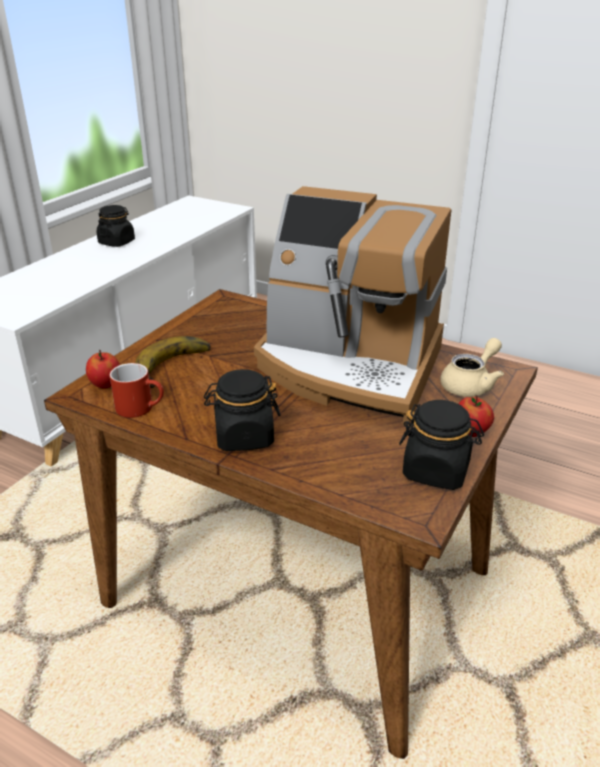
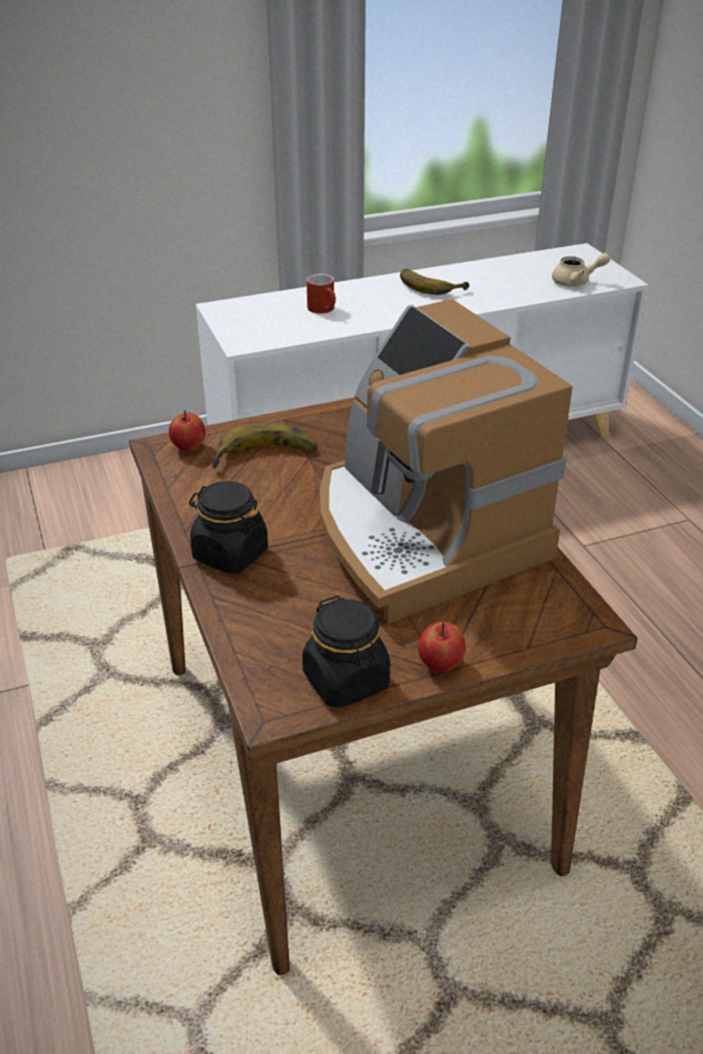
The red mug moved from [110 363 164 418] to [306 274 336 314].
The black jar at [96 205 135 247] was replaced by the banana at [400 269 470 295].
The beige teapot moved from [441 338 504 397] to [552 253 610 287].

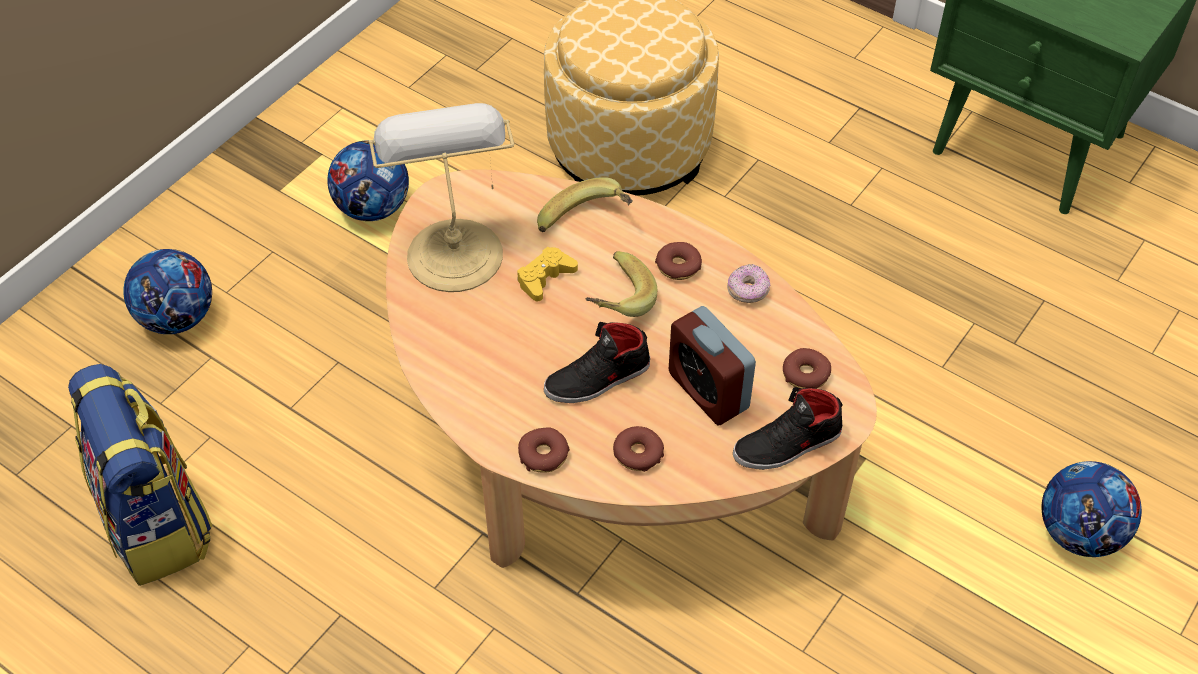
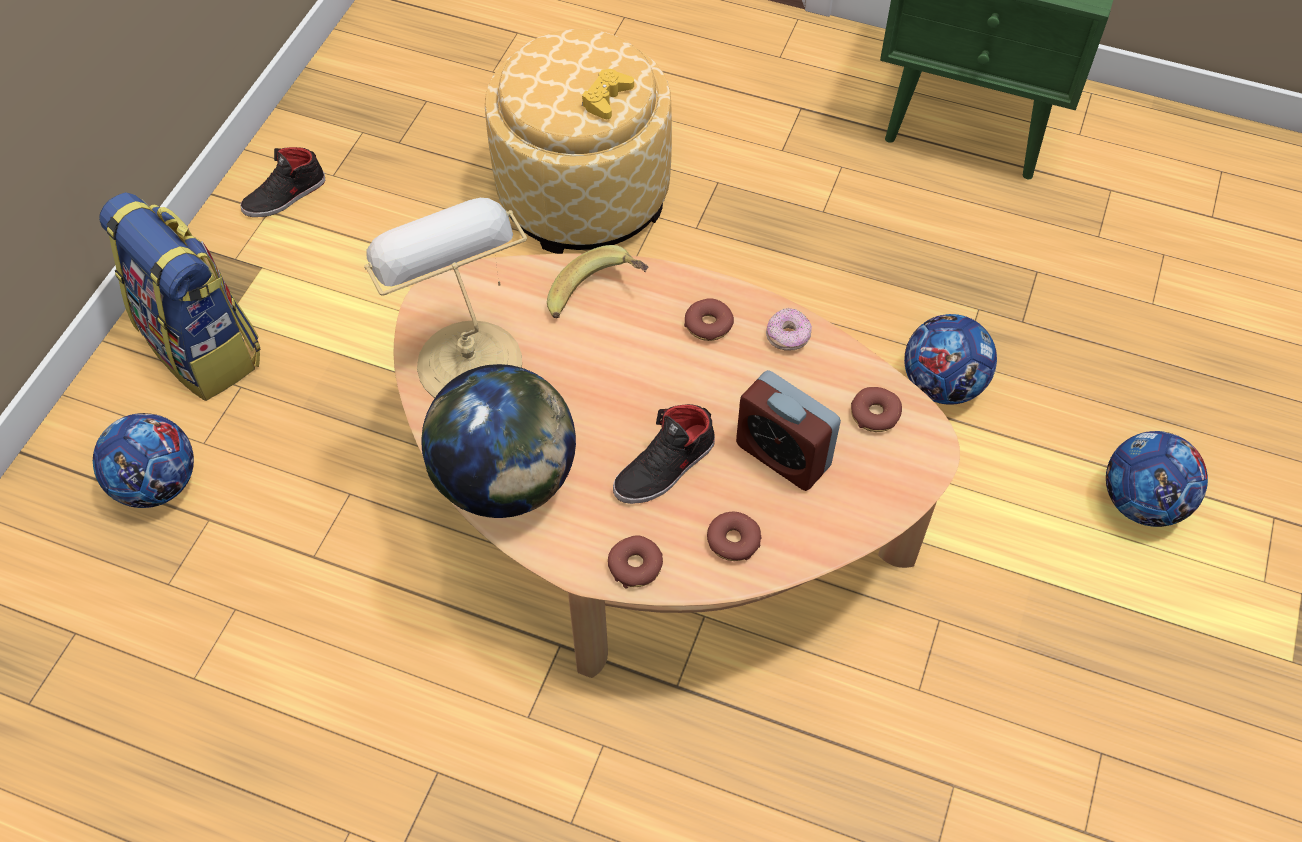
The backpack moved from [68 364 212 586] to [99 192 261 401].
The black shoe moved from [733 387 843 470] to [240 147 325 217].
The globe at [422 364 576 518] appeared.
The yellow game controller moved from [517 247 578 301] to [582 69 634 119].
The football moved from [327 141 409 221] to [904 314 997 405].
The banana at [585 251 657 317] disappeared.

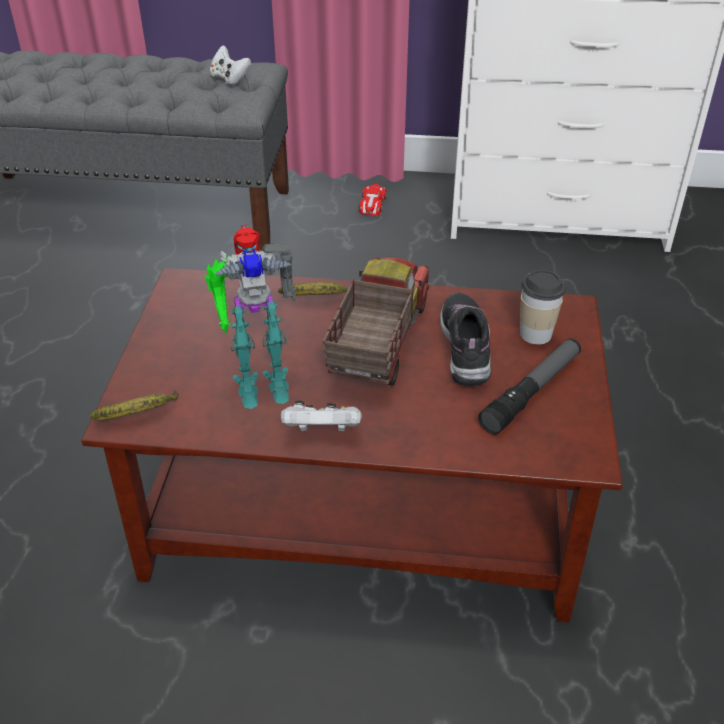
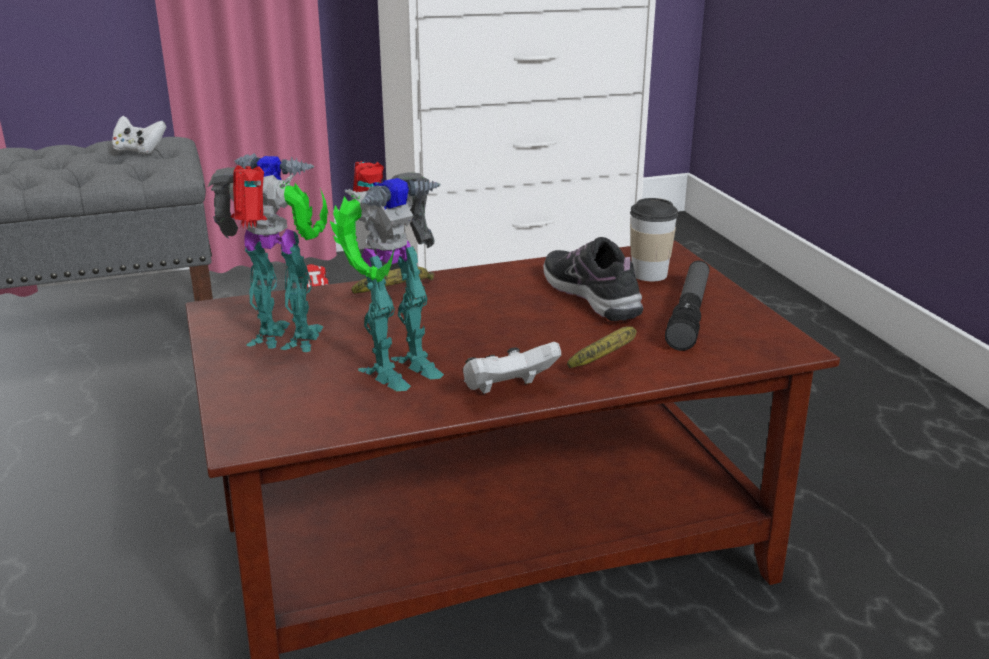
The toy robot at [208 153 329 352] appeared.
The banana moved from [91 390 179 420] to [567 326 637 368].
The toy truck at [323 258 429 386] disappeared.

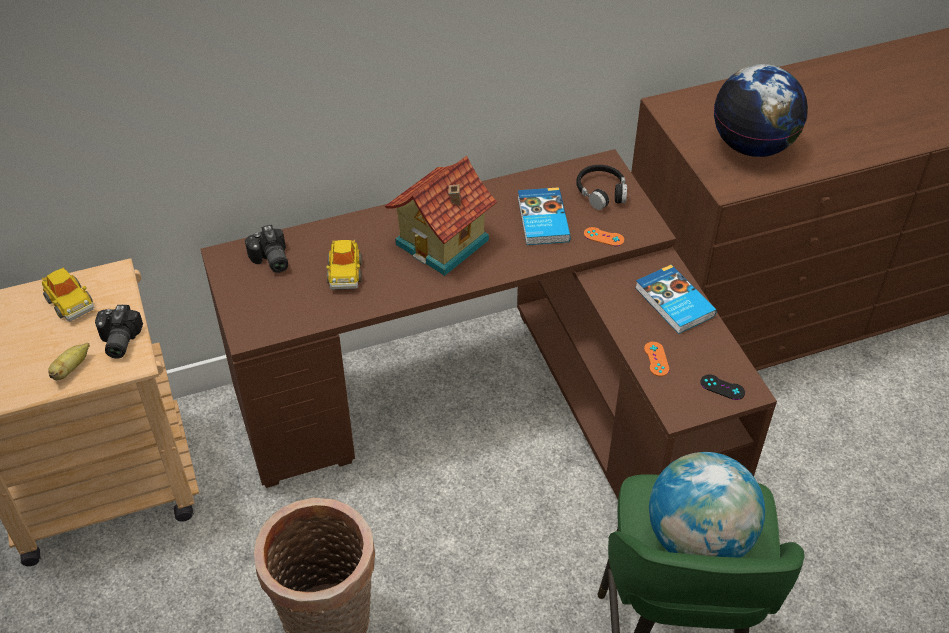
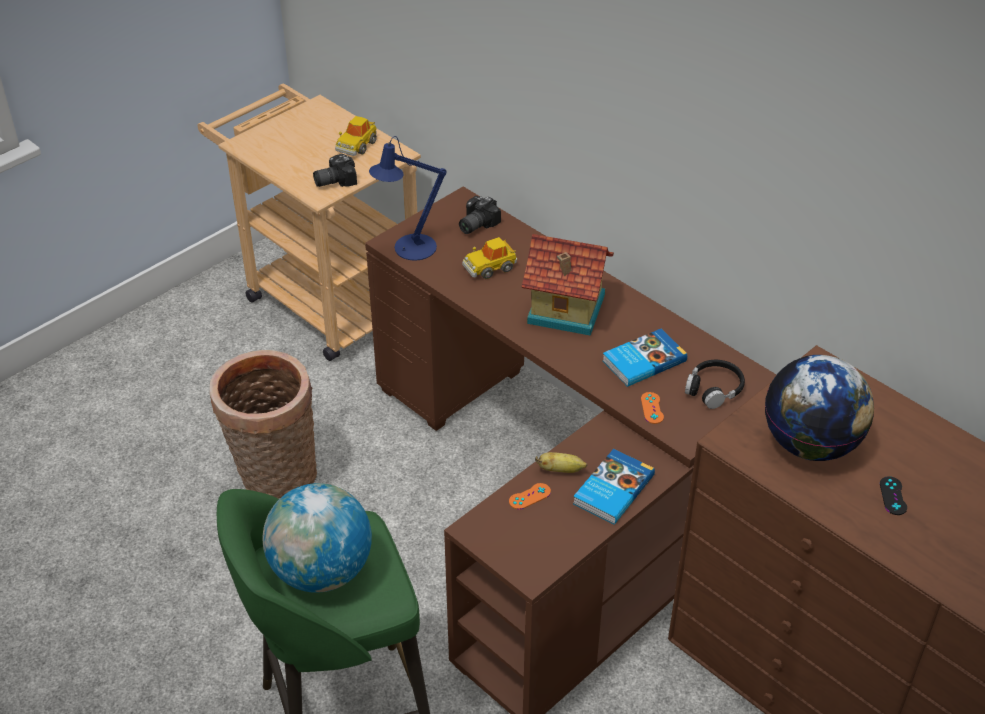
The blue table lamp at [369 136 447 261] appeared.
The banana moved from [48 343 90 380] to [535 452 587 473].
The black game controller moved from [700 374 745 400] to [880 476 907 515].

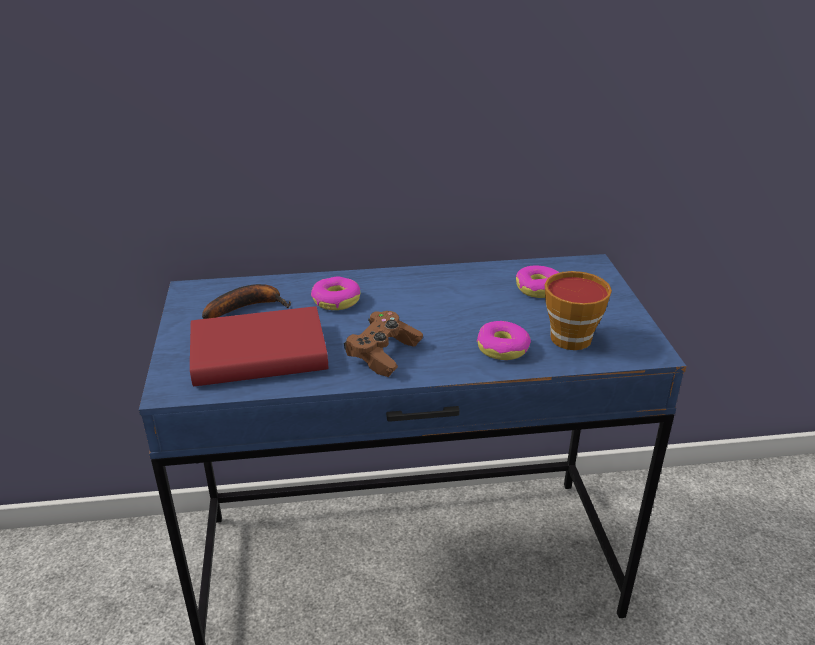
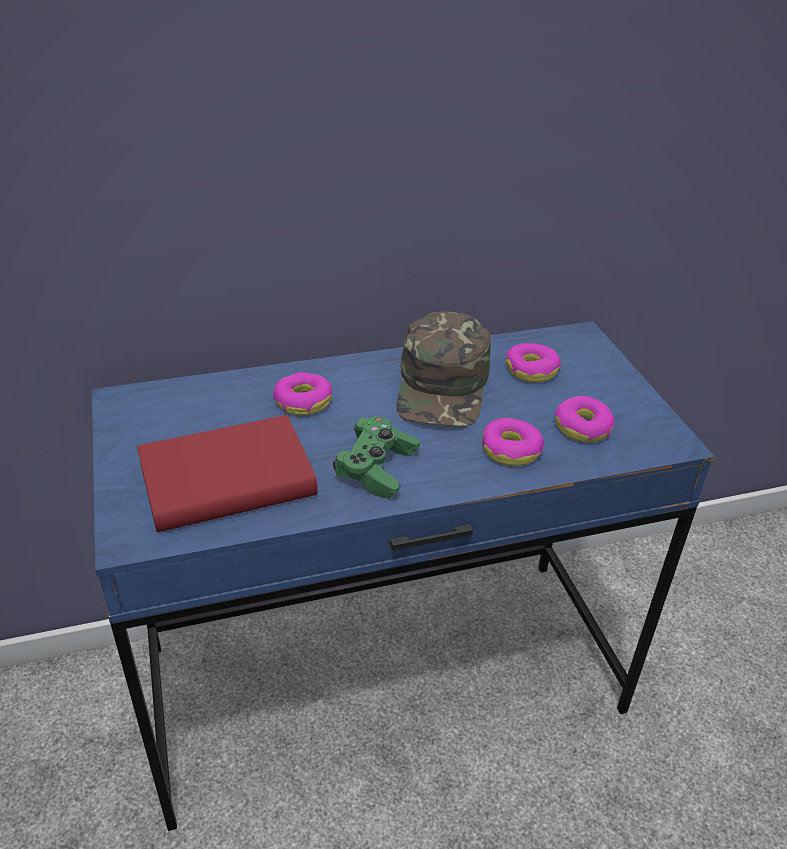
The brown game controller at [344 311 423 377] became the green game controller at [333 416 420 499].
The green cap at [396 311 491 427] appeared.
The cup at [545 271 612 350] was replaced by the donut at [555 396 615 442].
The banana at [202 284 291 319] disappeared.

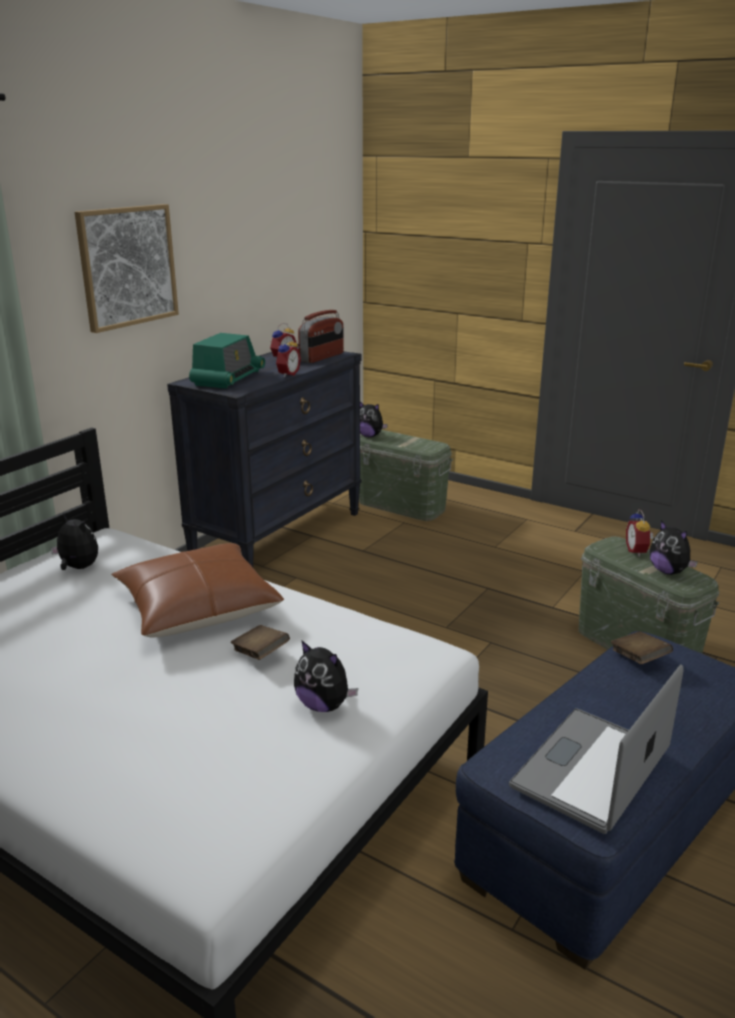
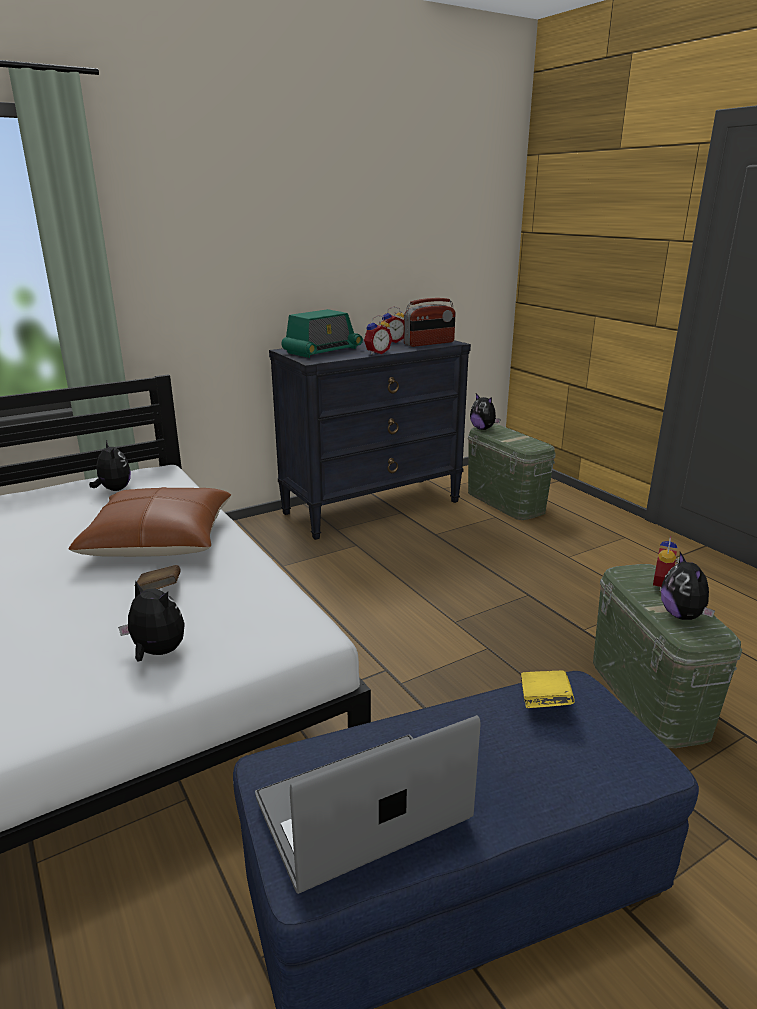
The plush toy at [294 640 358 712] turned 150 degrees clockwise.
The brown book at [611 631 673 664] became the yellow book at [521 670 575 708].
The picture at [75 204 179 333] disappeared.

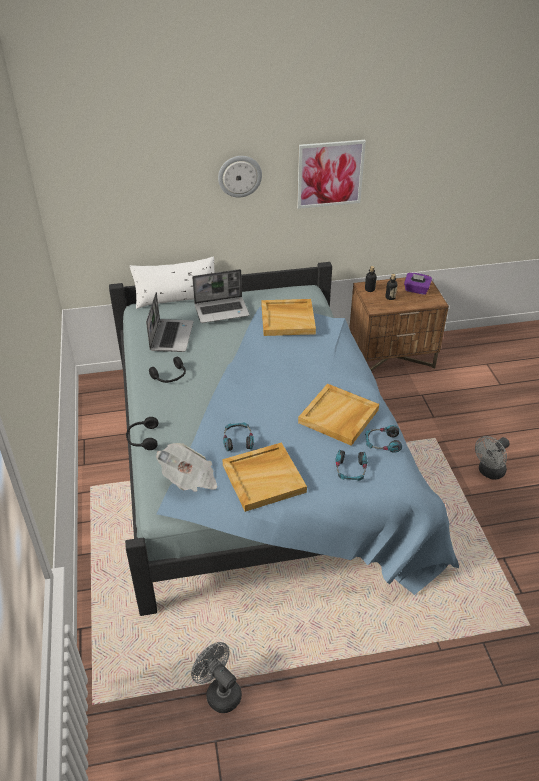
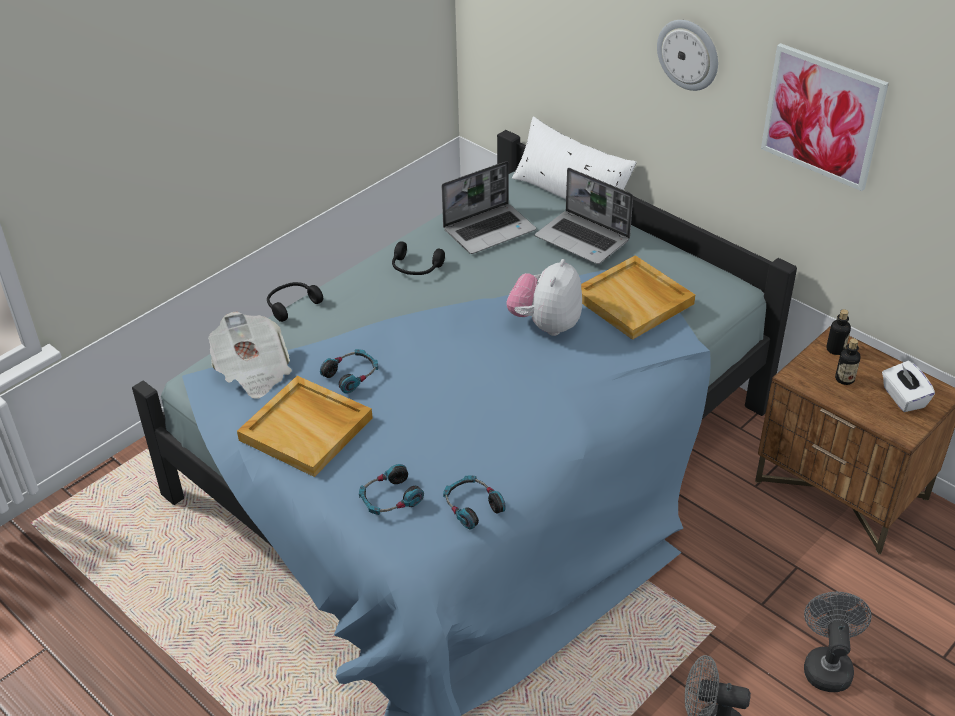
The plush toy at [506 259 582 336] appeared.
The grey fan moved from [191 642 242 713] to [804 592 872 692].
The purple tissue box at [404 273 432 295] became the white tissue box at [882 361 935 412].
The beige tray at [298 384 379 446] disappeared.

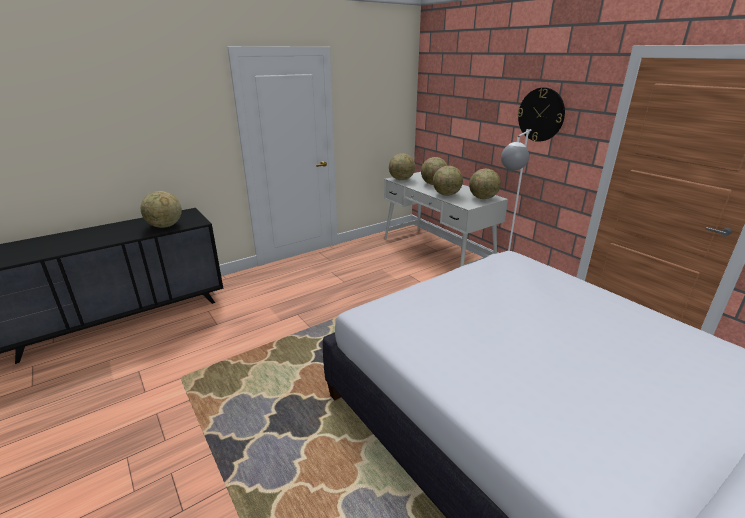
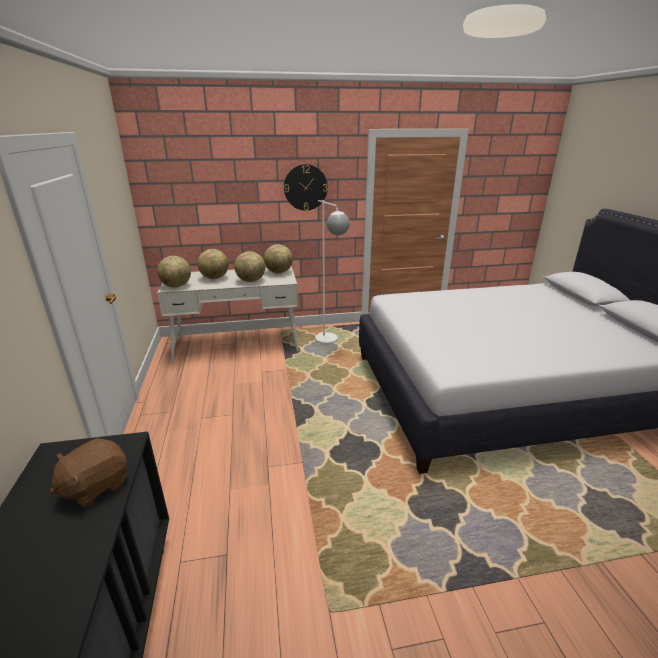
The globe at [141 191 182 228] was replaced by the brown plush toy at [50 438 128 507].

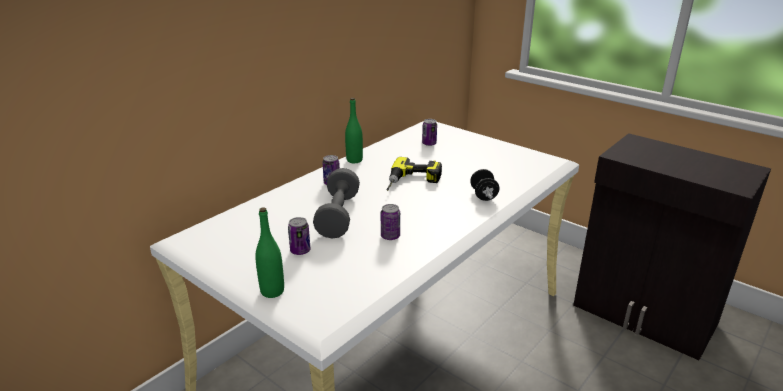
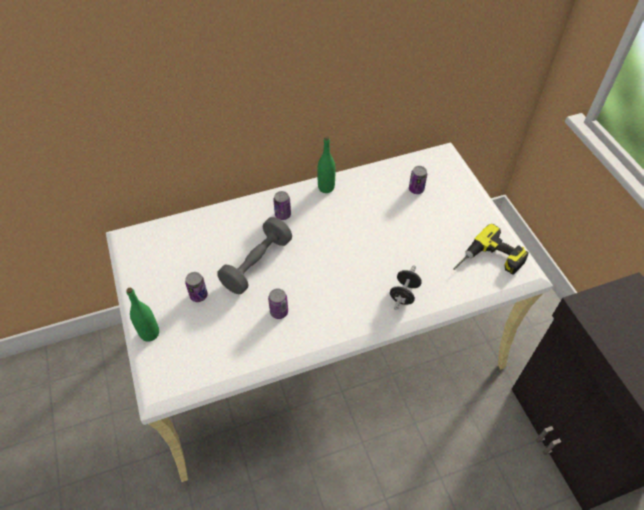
The power drill moved from [387 157 442 191] to [453 224 529 275].

